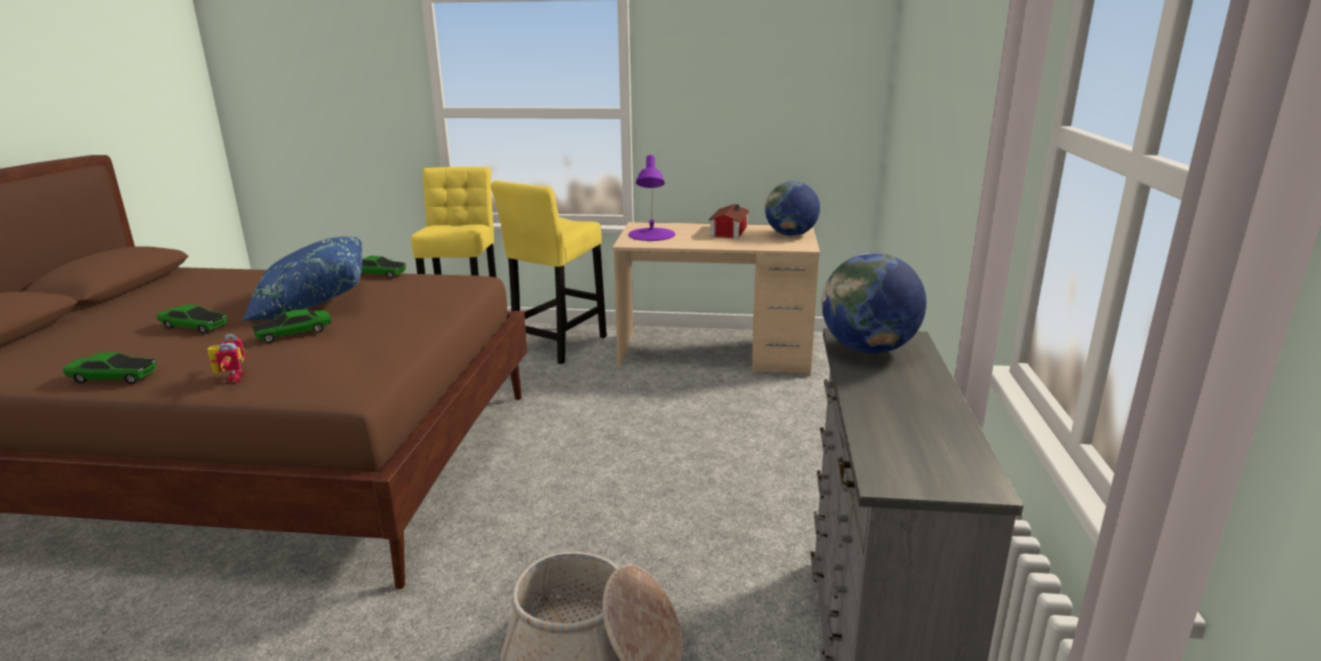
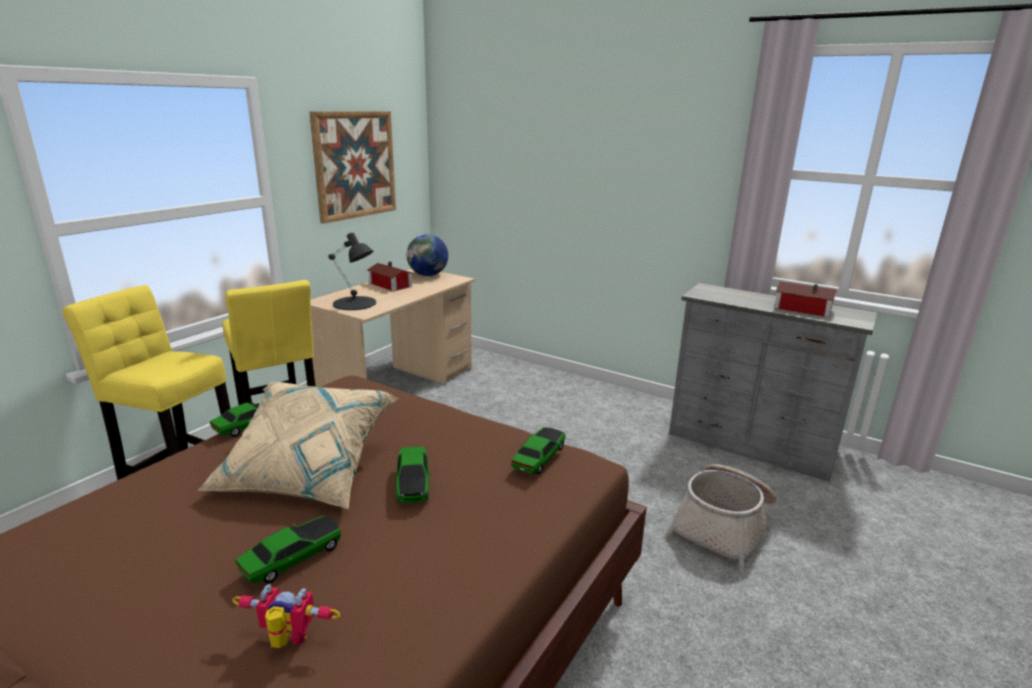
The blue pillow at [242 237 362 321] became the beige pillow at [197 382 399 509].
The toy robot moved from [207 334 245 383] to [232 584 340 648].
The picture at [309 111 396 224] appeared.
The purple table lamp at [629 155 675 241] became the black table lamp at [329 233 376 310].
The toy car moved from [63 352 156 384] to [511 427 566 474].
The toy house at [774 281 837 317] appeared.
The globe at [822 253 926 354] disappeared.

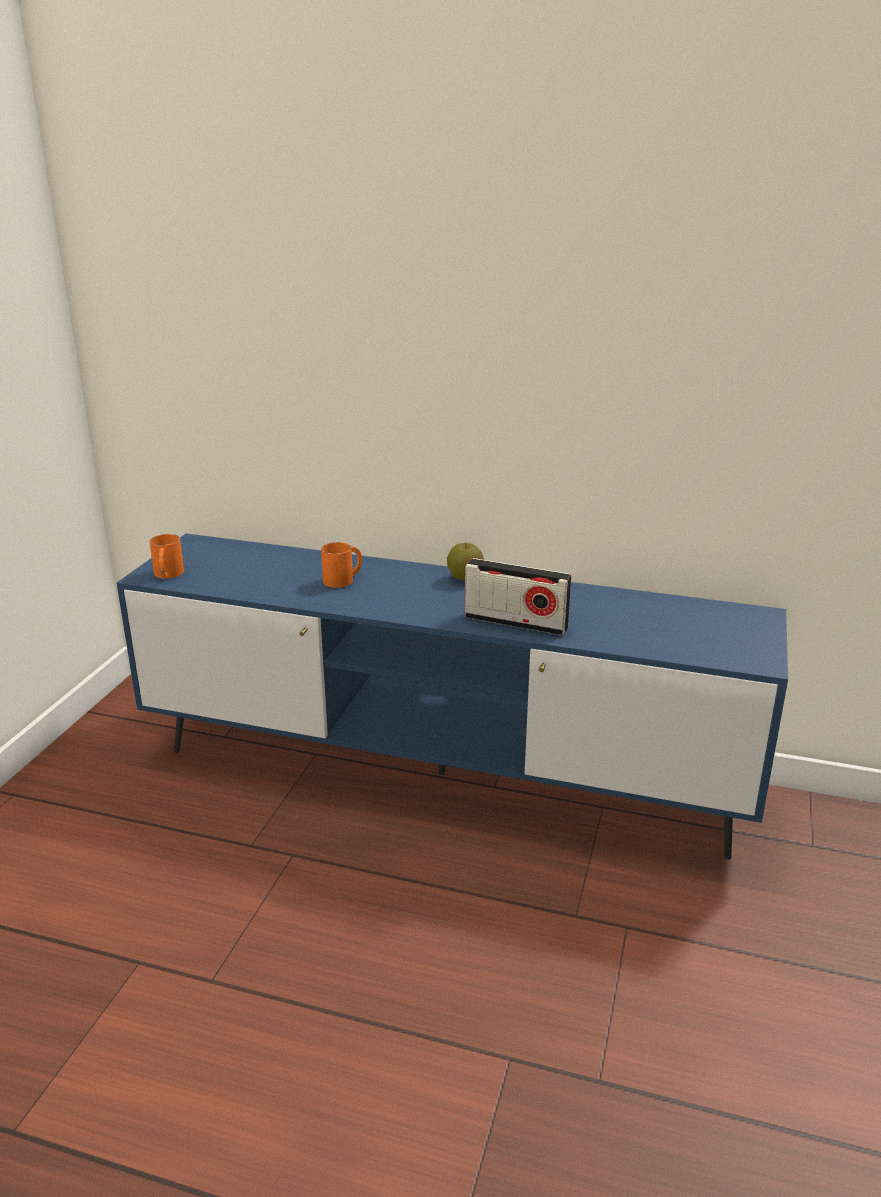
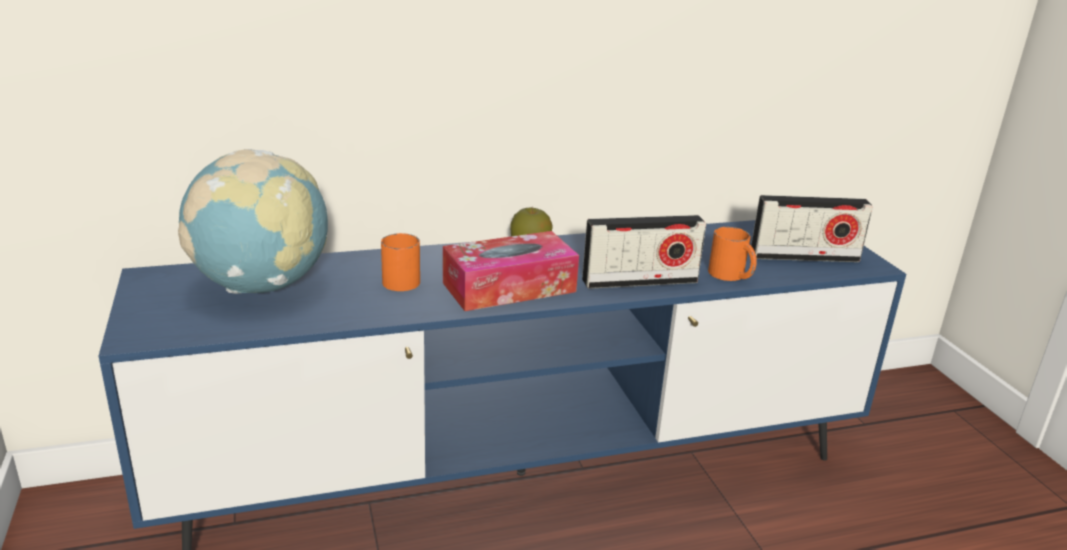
The globe at [178 149 328 294] appeared.
The tissue box at [443 231 579 311] appeared.
The orange mug moved from [149 534 184 579] to [708 227 757 281].
The radio at [751 195 873 262] appeared.

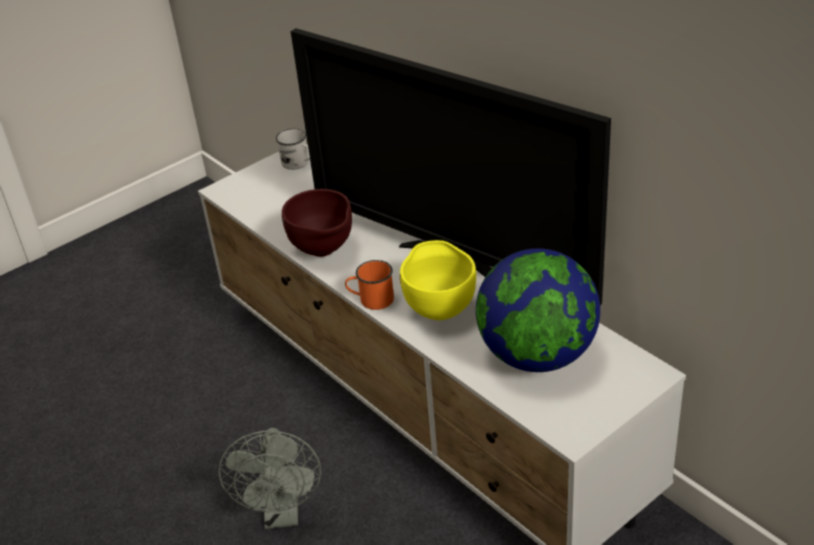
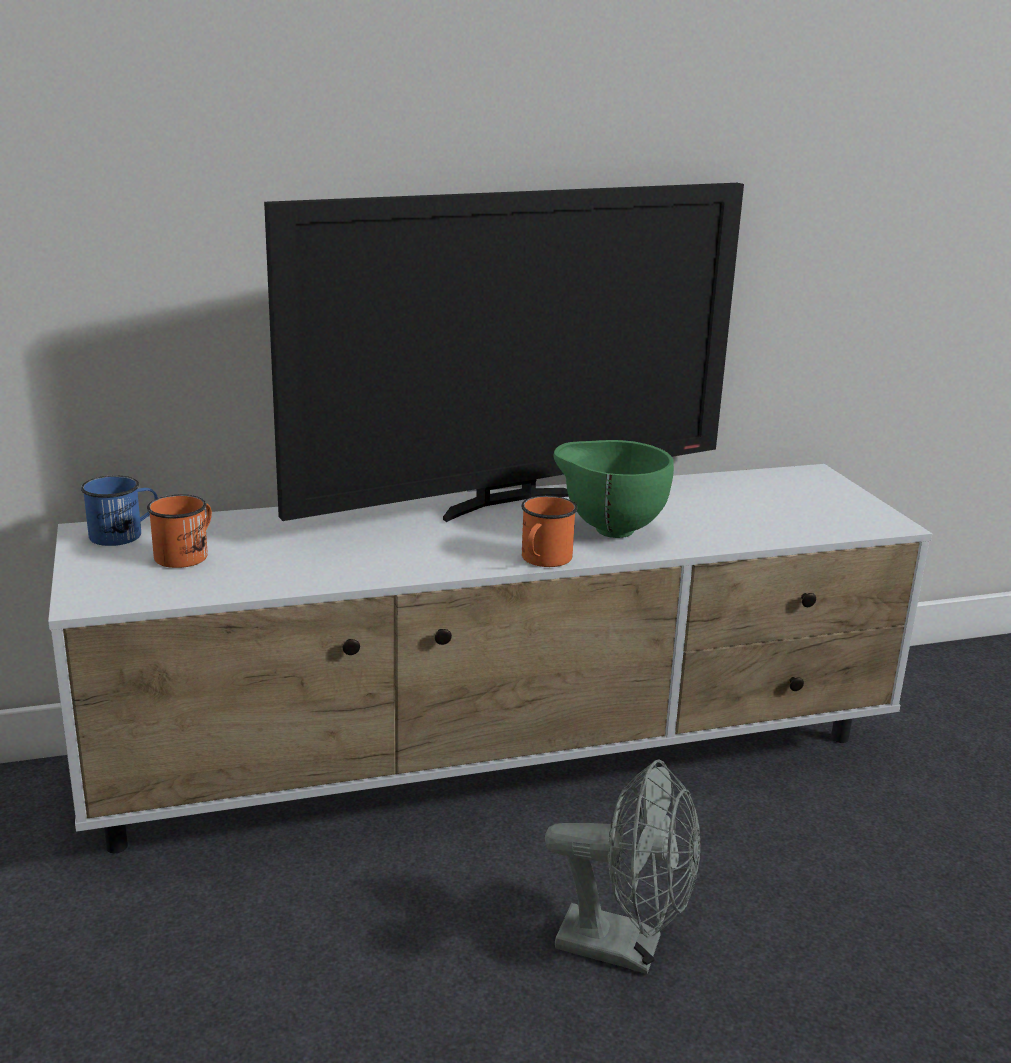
The white mug at [276 129 310 170] became the blue mug at [81 475 158 546].
The orange mug at [147 495 212 568] appeared.
The yellow bowl at [400 240 476 320] became the green bowl at [554 440 674 538].
The brown bowl at [282 189 352 257] disappeared.
The globe at [476 248 600 372] disappeared.

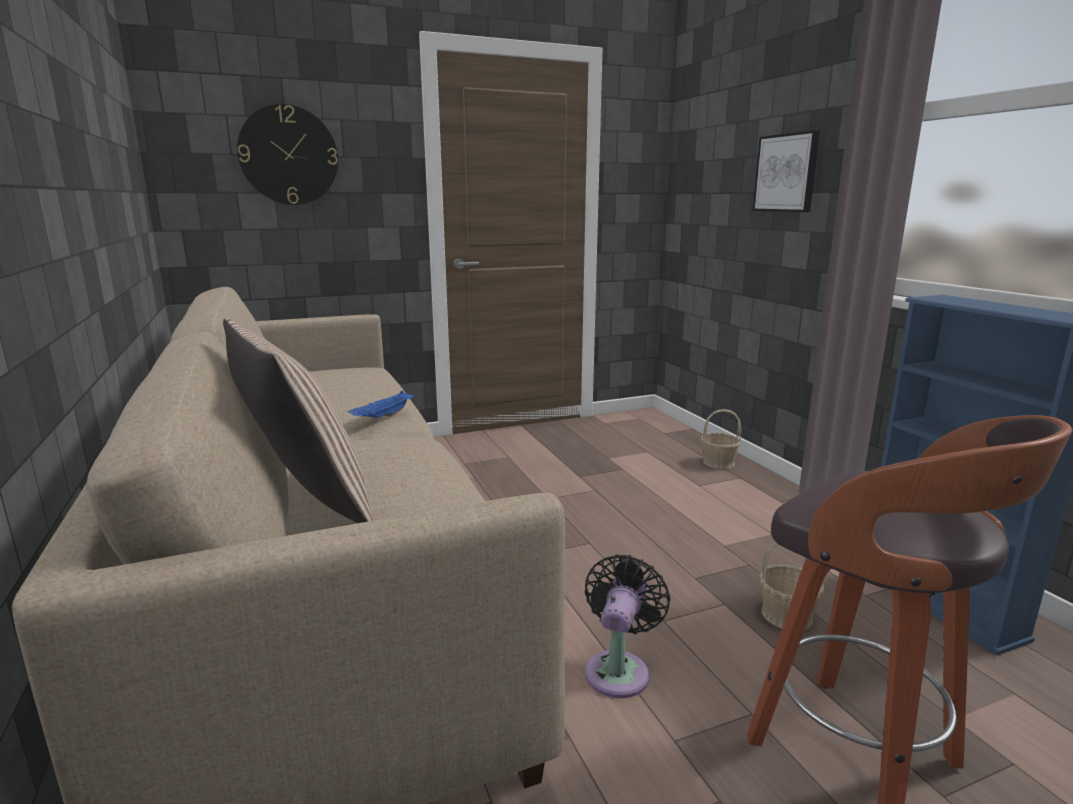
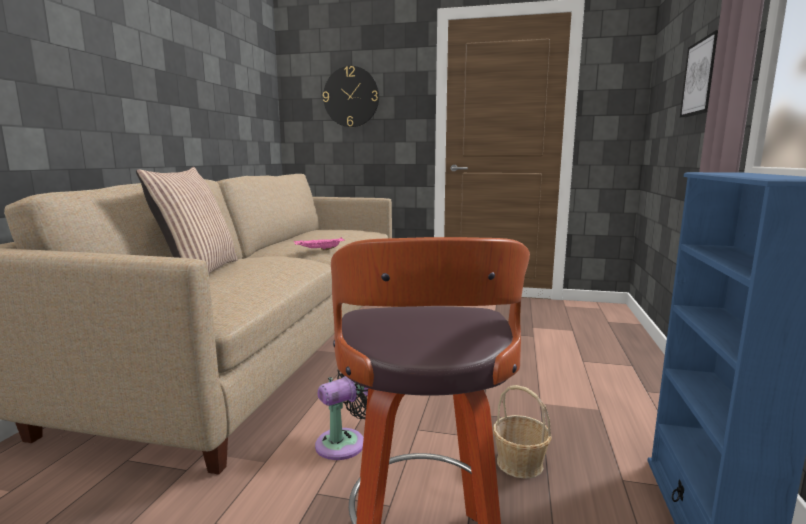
The blue tray at [348 391 414 417] became the pink tray at [294 237 345 250].
The basket at [701 409 741 469] disappeared.

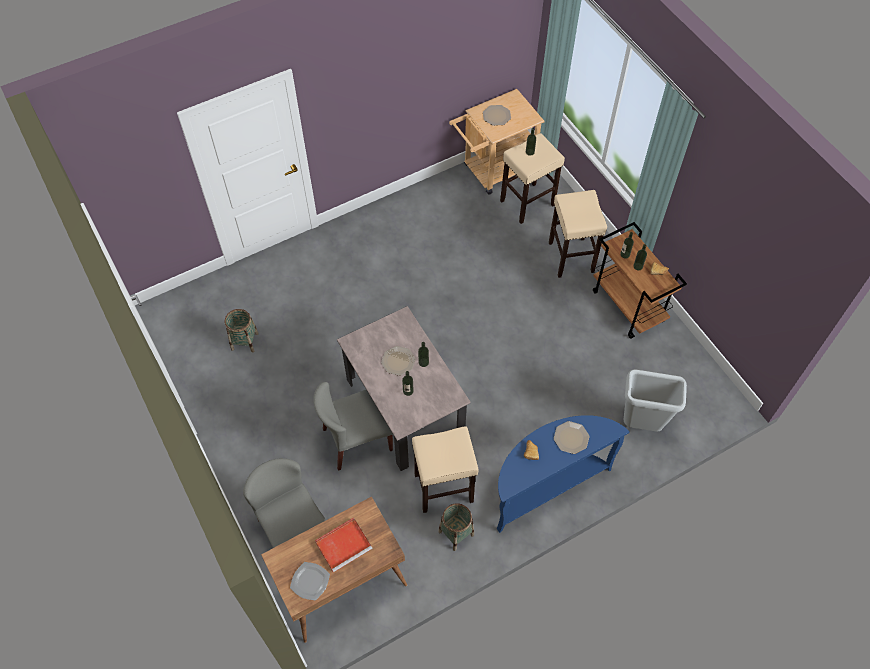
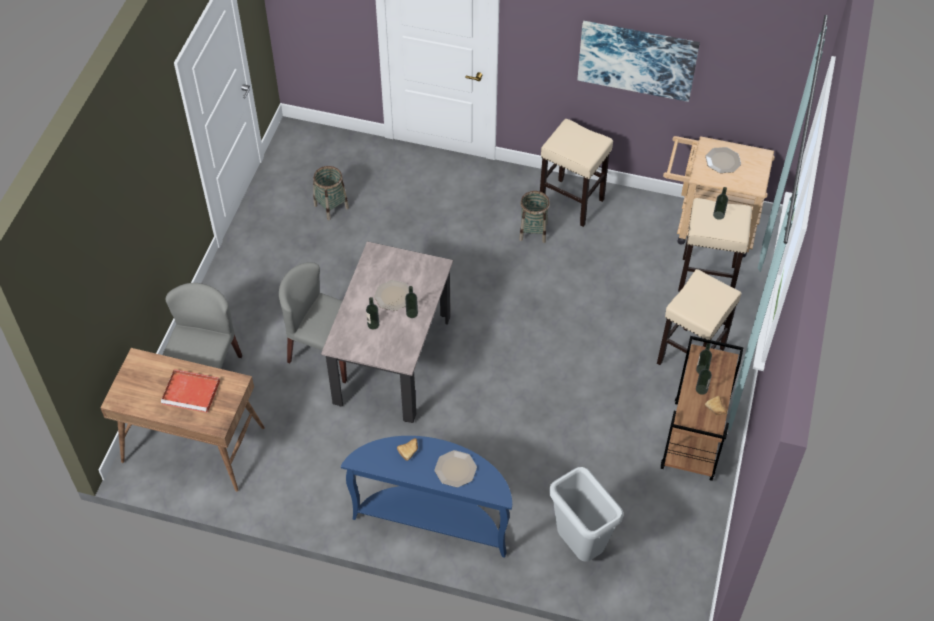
The basket moved from [438 503 474 551] to [519 191 550 243].
The beige stool moved from [412 426 479 513] to [540 119 613 227].
The picture at [577 21 700 102] appeared.
The plate at [290 562 330 600] disappeared.

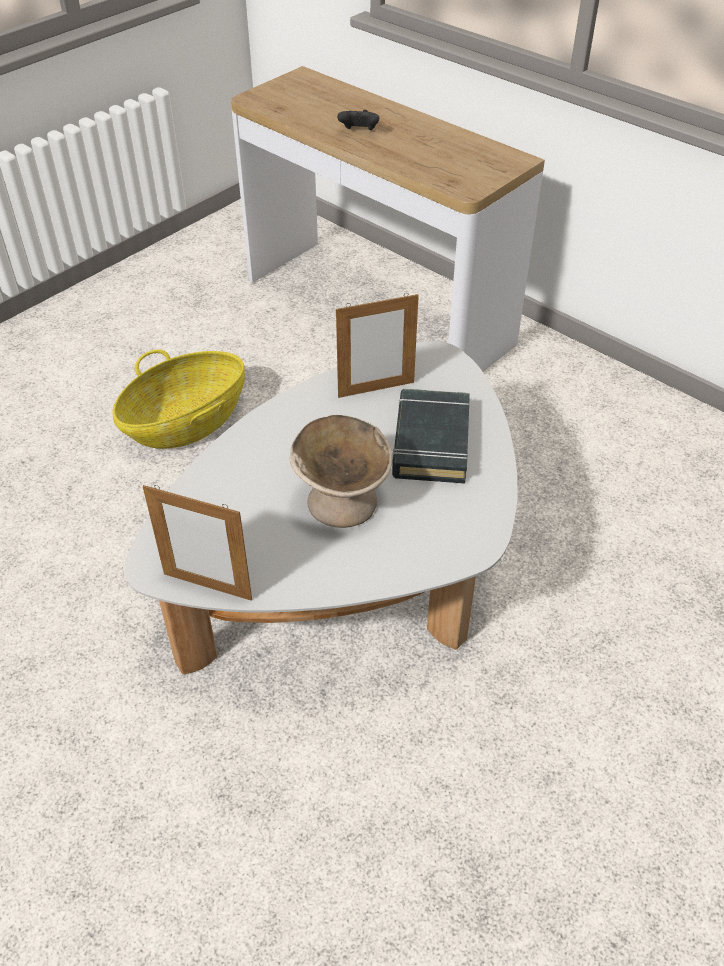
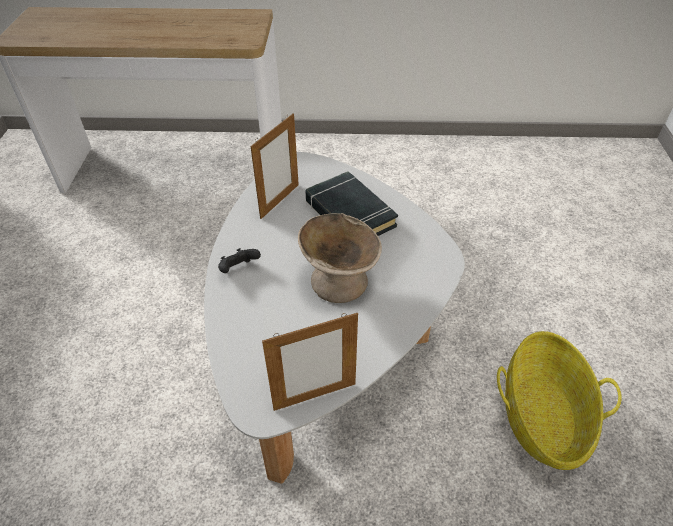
The black game controller moved from [337 110 379 130] to [218 248 261 273].
The basket moved from [112 349 245 449] to [497 331 622 470].

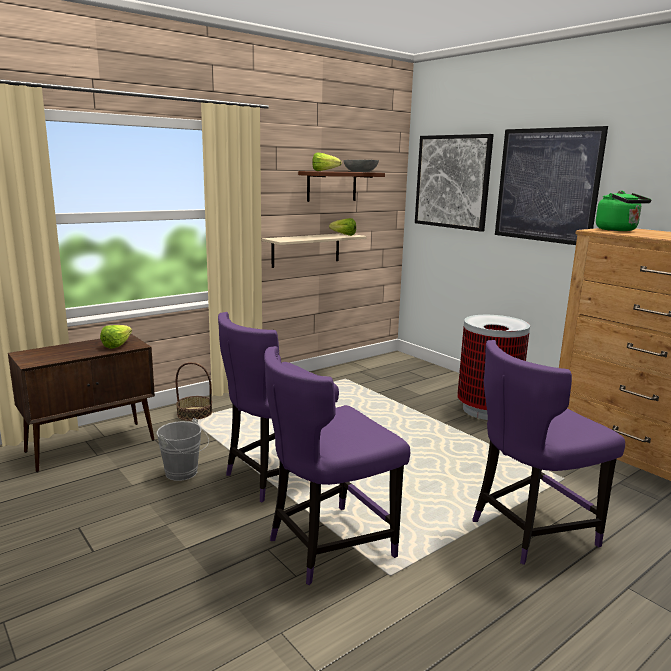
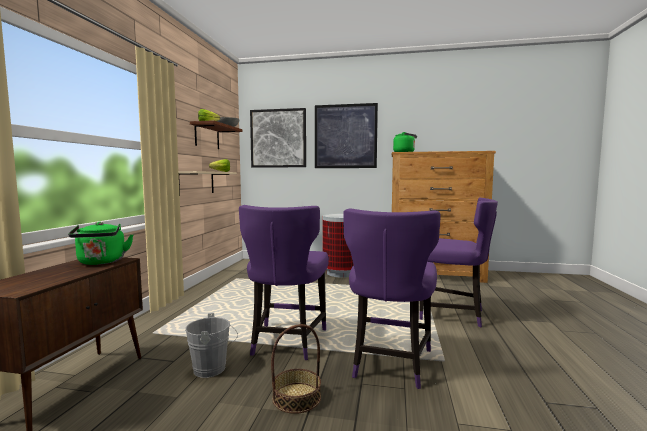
The lettuce at [100 325 132 349] was replaced by the green kettle at [68 222 133 265].
The basket moved from [176 362 213 421] to [271 324 321 414].
The purple chair at [472 340 625 565] turned 90 degrees counterclockwise.

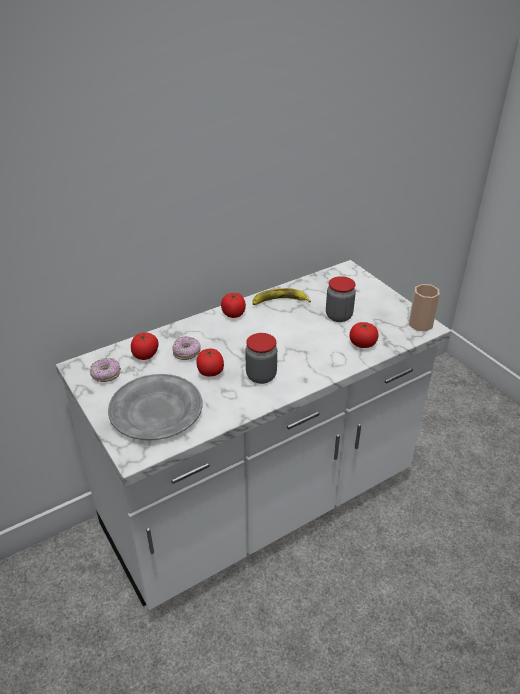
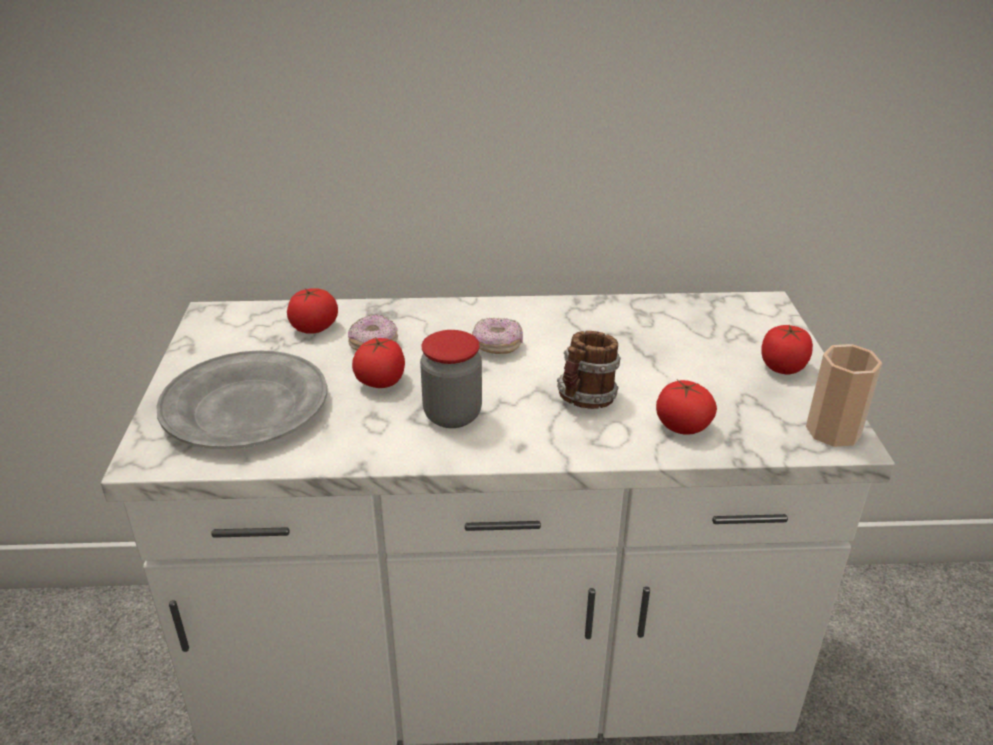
The donut moved from [90 358 121 382] to [472 318 523 354].
The mug at [557 331 621 409] appeared.
The tomato moved from [221 293 246 318] to [761 325 813 374].
The banana at [252 288 311 305] disappeared.
The jar at [326 276 356 322] disappeared.

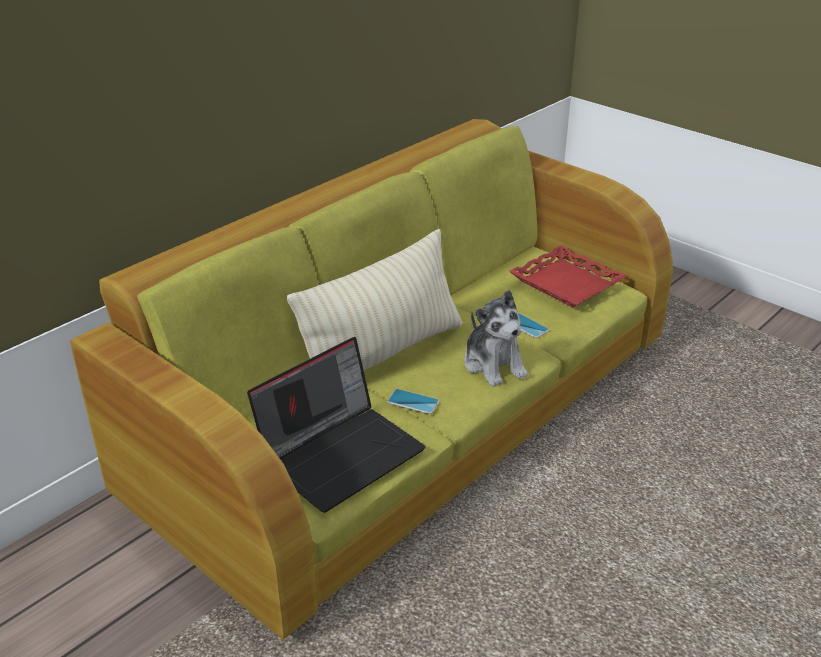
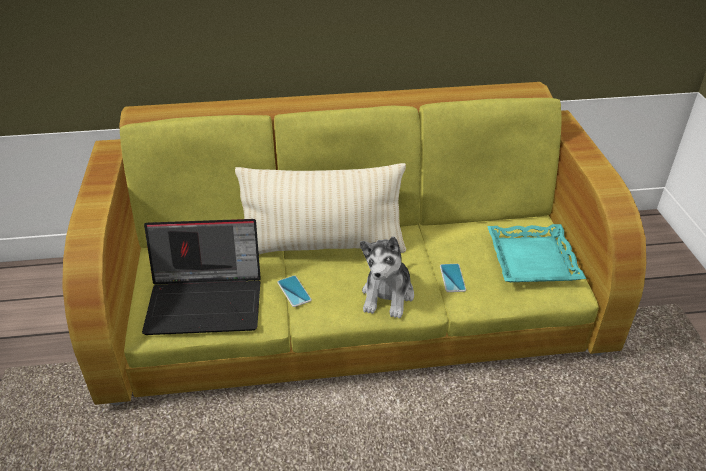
The red tray at [509 245 627 307] became the turquoise tray at [487 224 586 282].

